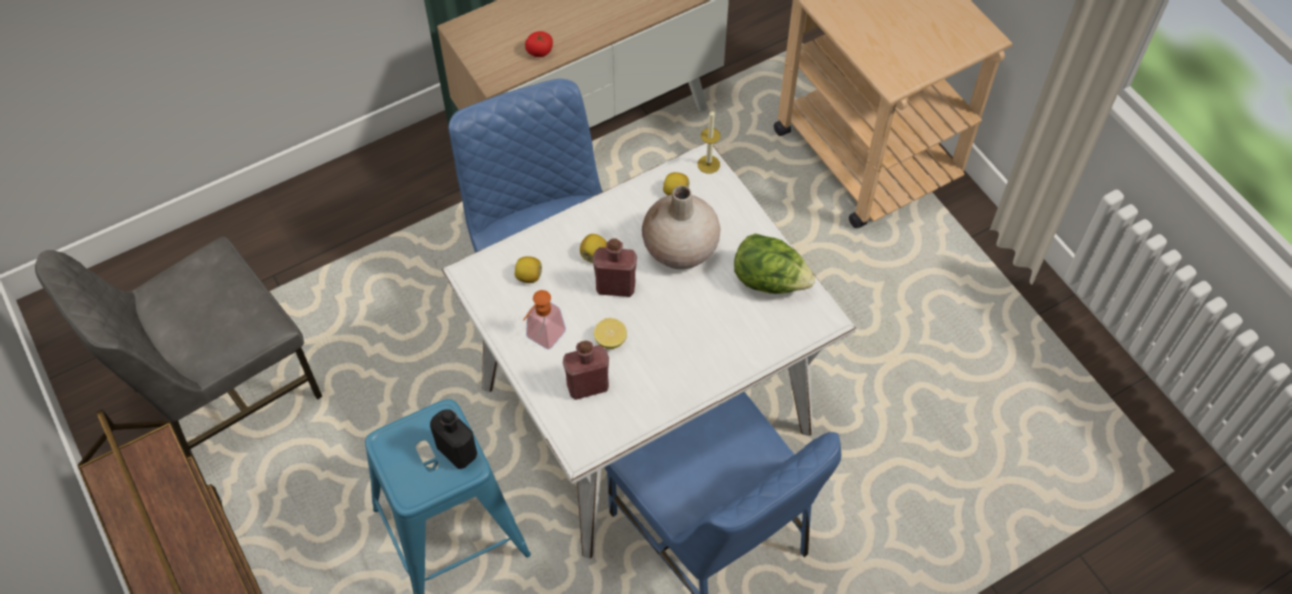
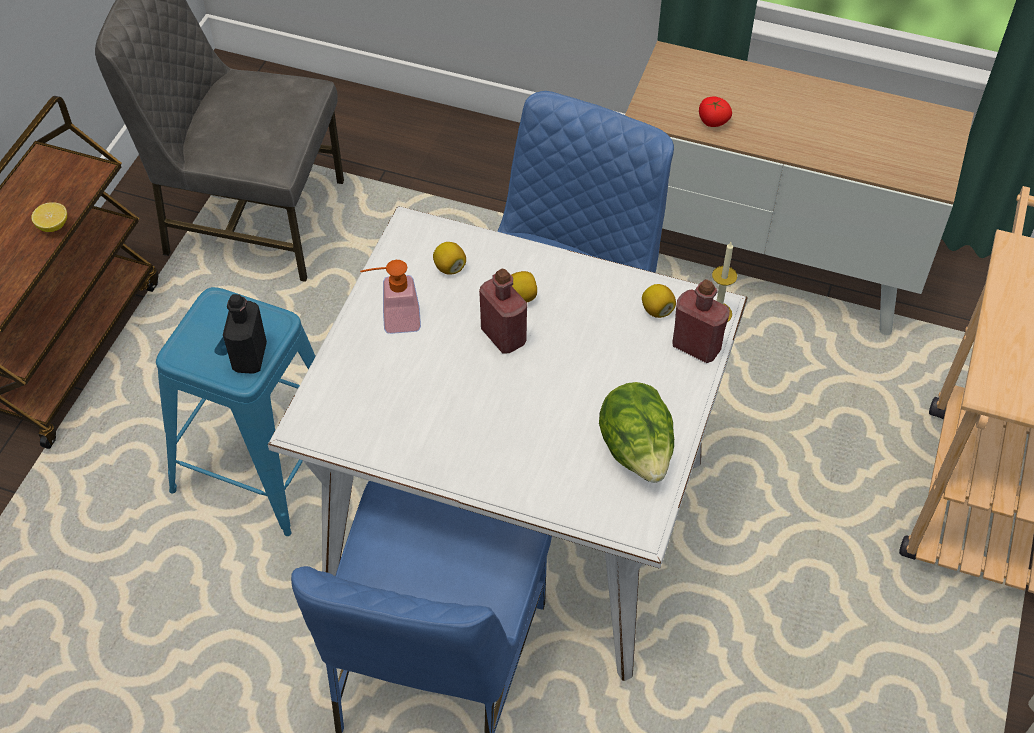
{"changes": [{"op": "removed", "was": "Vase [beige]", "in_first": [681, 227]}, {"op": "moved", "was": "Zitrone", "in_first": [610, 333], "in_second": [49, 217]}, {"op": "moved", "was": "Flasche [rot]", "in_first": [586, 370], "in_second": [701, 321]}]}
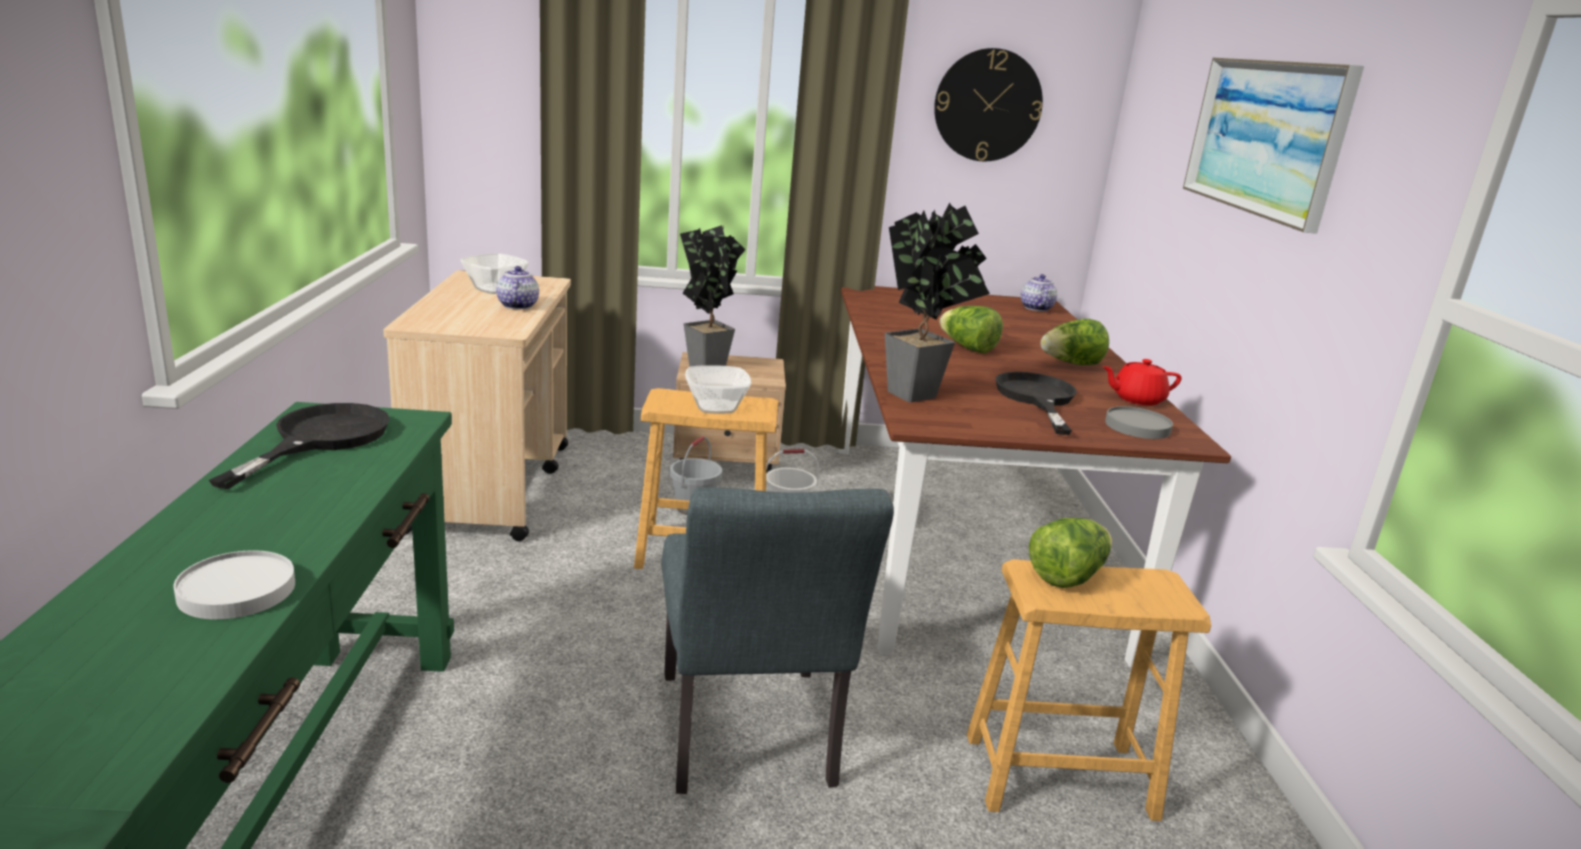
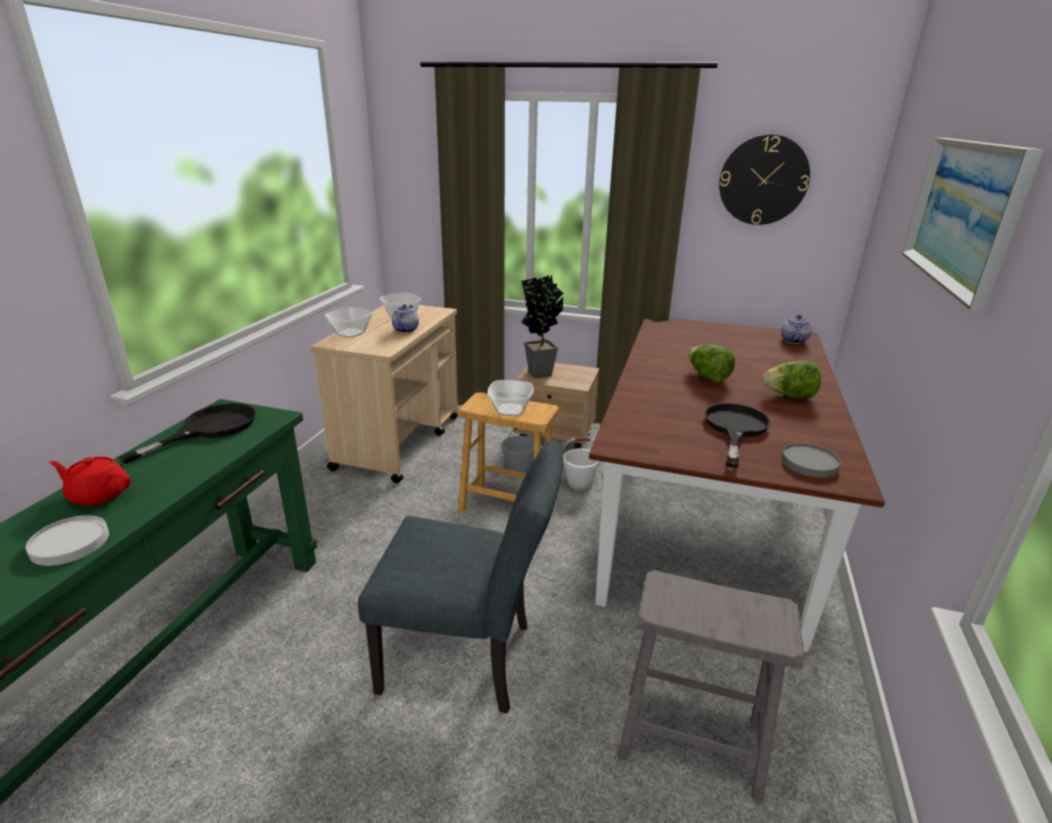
{"changes": [{"op": "removed", "was": "Topfpflanze", "in_first": [937, 302]}, {"op": "moved", "was": "Teekanne [rot]", "in_first": [1142, 382], "in_second": [90, 481]}, {"op": "turned", "was": "Stuhl [grau]", "in_first": [778, 640], "in_second": [460, 577], "clockwise": -90}, {"op": "removed", "was": "Salatkopf", "in_first": [1070, 553]}, {"op": "recoloured", "was": "Hocker [braun]", "now": "Hocker [grau]", "in_first": [1089, 690], "in_second": [710, 686]}, {"op": "added", "now": "Schüssel", "in_second": [348, 322]}]}
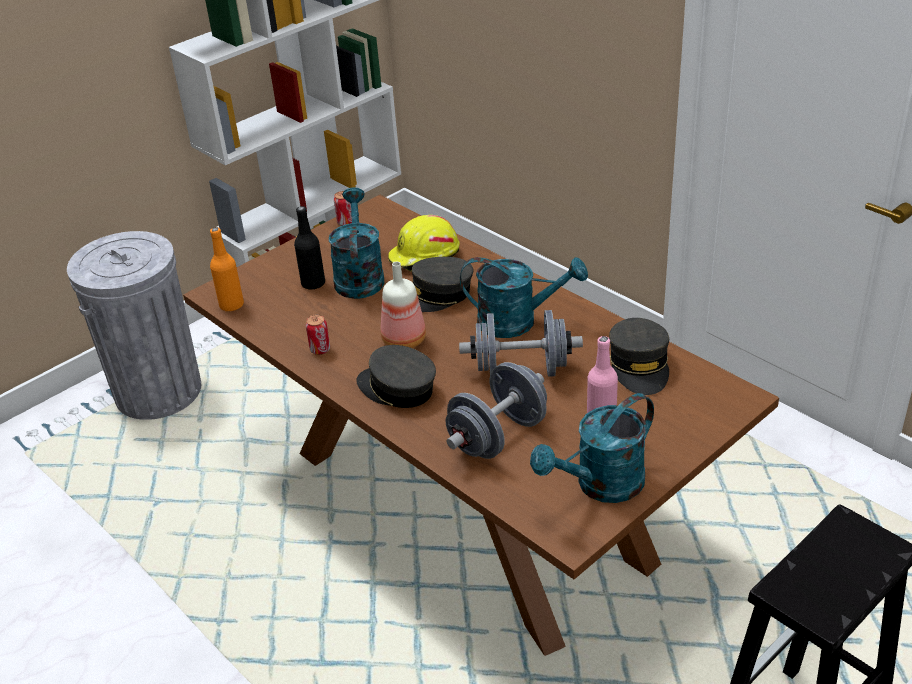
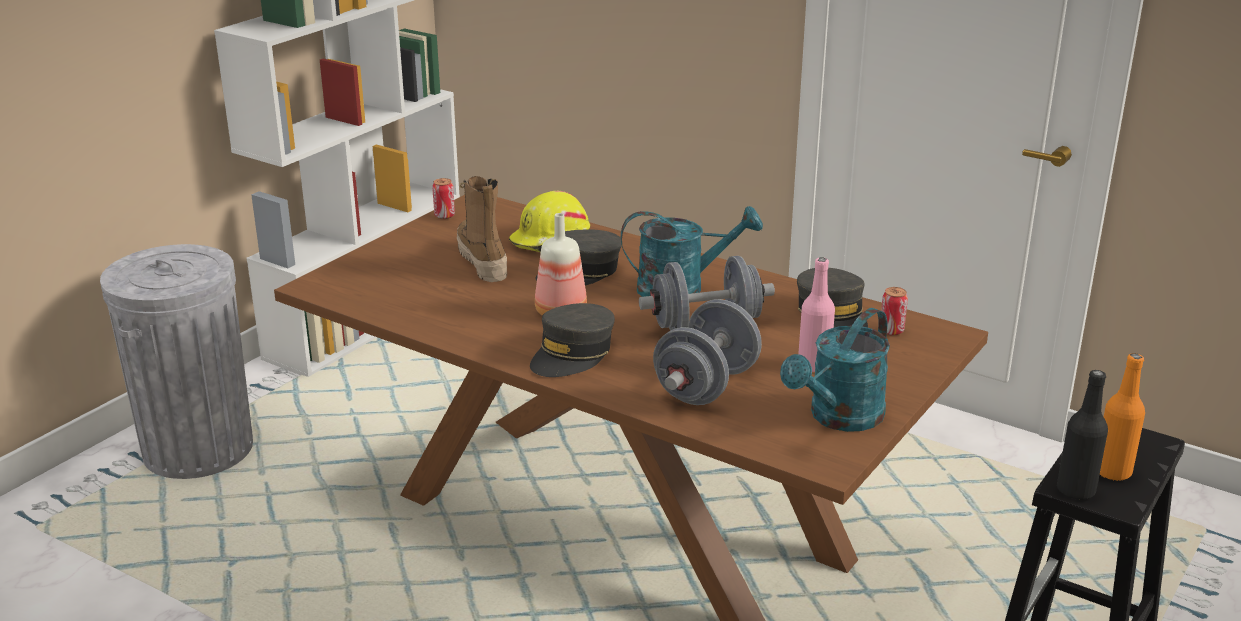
{"changes": [{"op": "replaced", "was": "Gießkanne [türkis]", "now": "Stiefel", "in_first": [356, 243], "in_second": [482, 229]}, {"op": "moved", "was": "Flasche [schwarz]", "in_first": [309, 247], "in_second": [1082, 435]}, {"op": "moved", "was": "Flasche [orange]", "in_first": [227, 269], "in_second": [1122, 417]}, {"op": "moved", "was": "Dose", "in_first": [318, 334], "in_second": [894, 311]}, {"op": "turned", "was": "Kappe [grau]", "in_first": [396, 376], "in_second": [572, 340], "clockwise": -75}]}
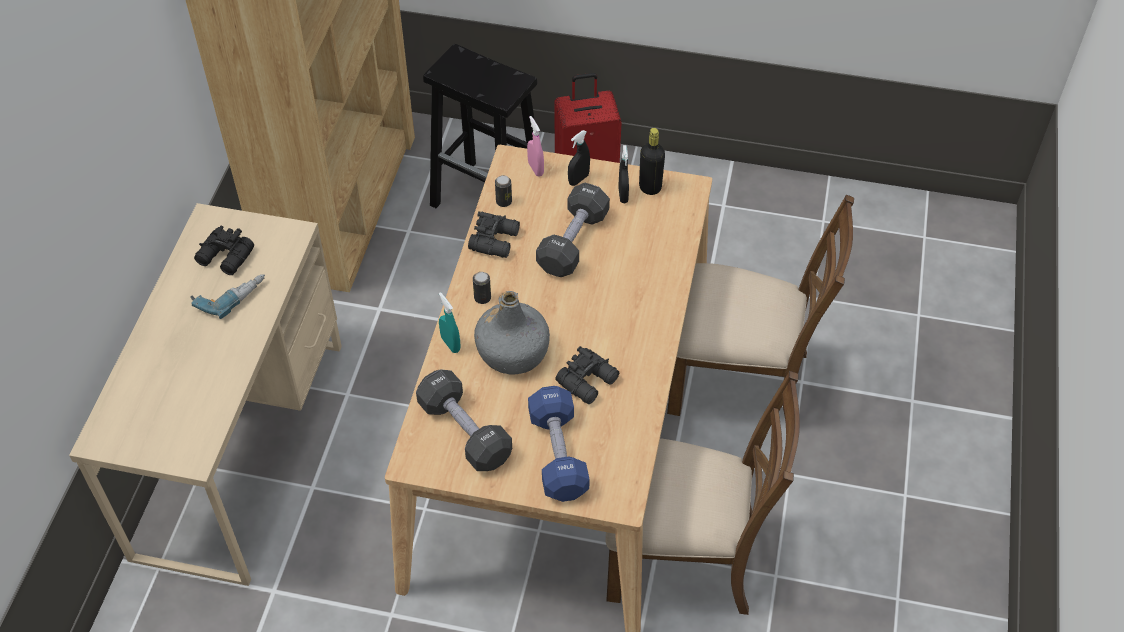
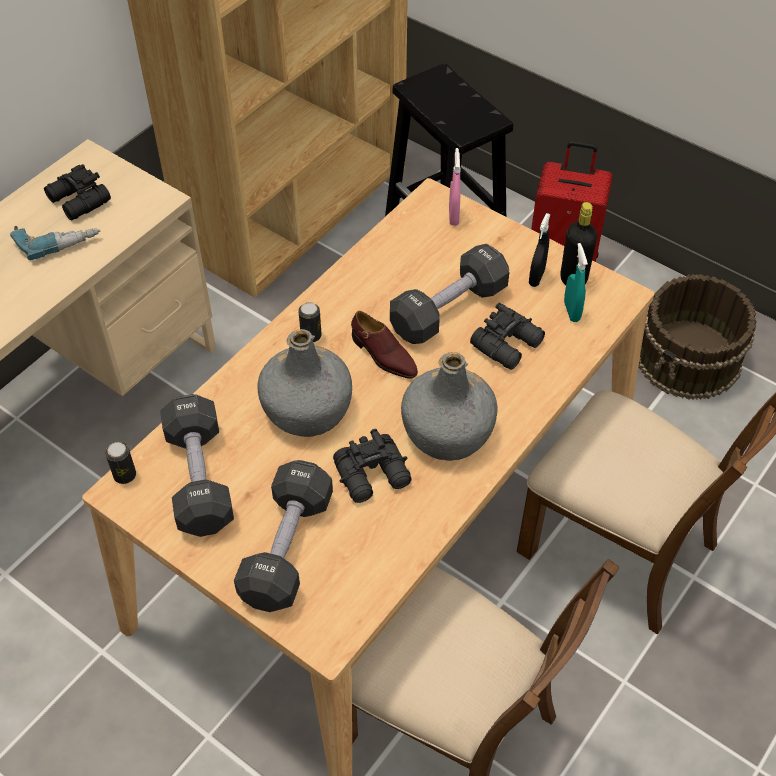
{"changes": [{"op": "removed", "was": "Sprühflasche [schwarz]", "in_first": [579, 158]}, {"op": "moved", "was": "Dose", "in_first": [503, 191], "in_second": [120, 463]}, {"op": "moved", "was": "Fernglas [schwarz]", "in_first": [494, 234], "in_second": [507, 336]}, {"op": "moved", "was": "Sprühflasche [türkis]", "in_first": [450, 322], "in_second": [576, 282]}, {"op": "recoloured", "was": "Hantel [blau]", "now": "Hantel [schwarz]", "in_first": [559, 444], "in_second": [283, 536]}, {"op": "added", "now": "Eimer [braun]", "in_second": [697, 337]}, {"op": "added", "now": "Schuh [braun]", "in_second": [384, 345]}, {"op": "added", "now": "Flasche [grau]", "in_second": [449, 406]}]}
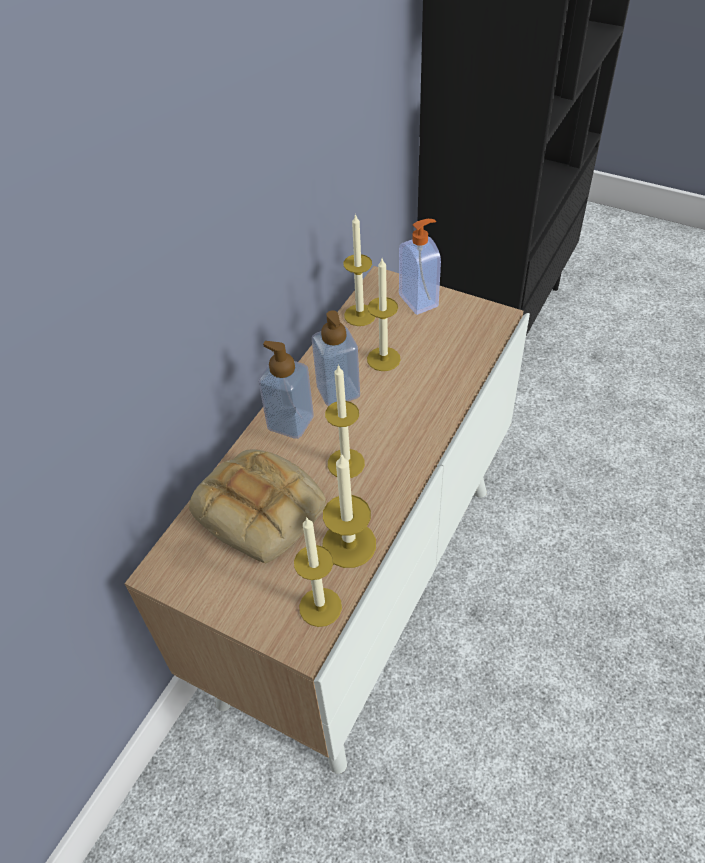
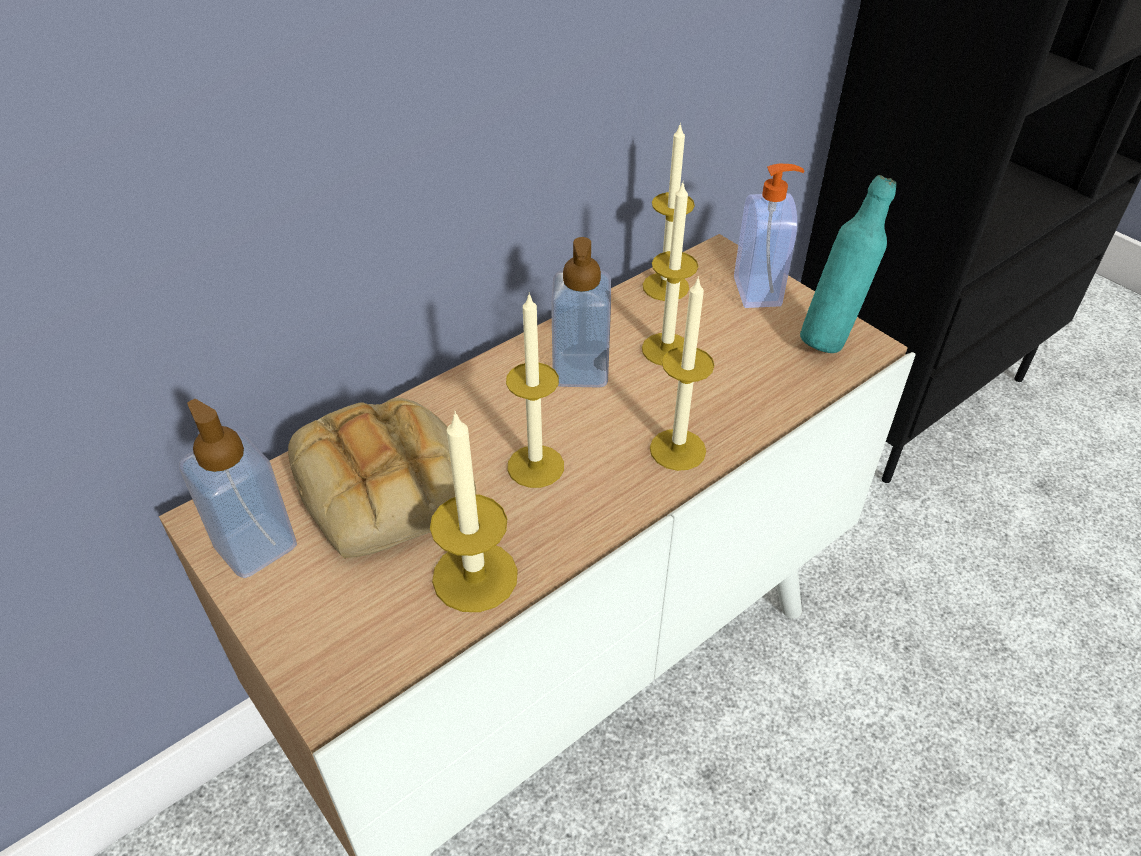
{"changes": [{"op": "moved", "was": "Seifenspender", "in_first": [286, 390], "in_second": [238, 488]}, {"op": "moved", "was": "Kerze", "in_first": [318, 572], "in_second": [682, 373]}, {"op": "added", "now": "Flasche [türkis]", "in_second": [848, 264]}]}
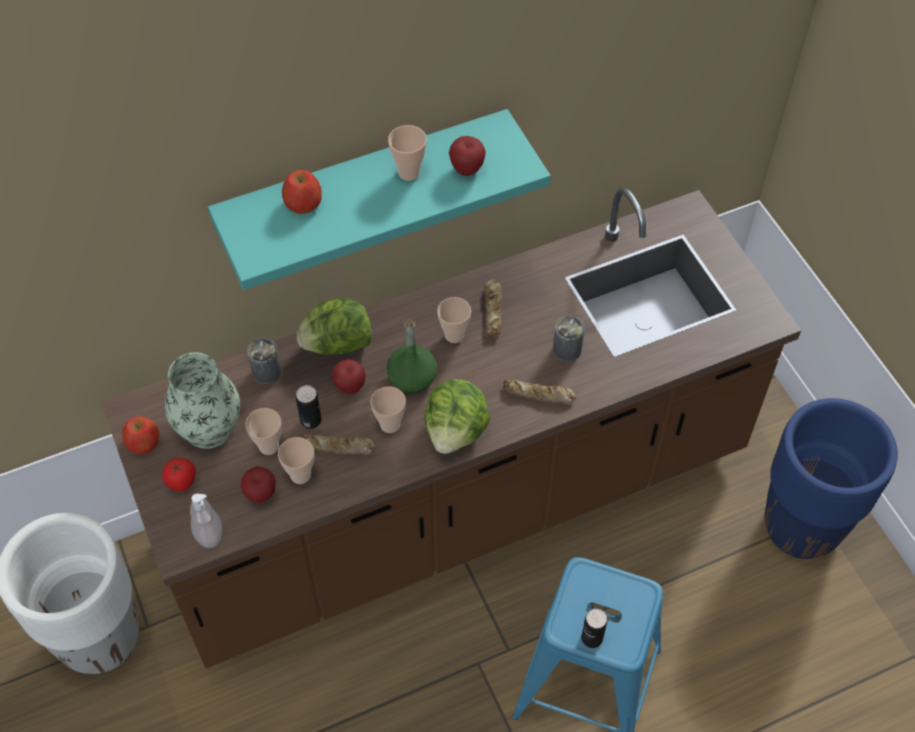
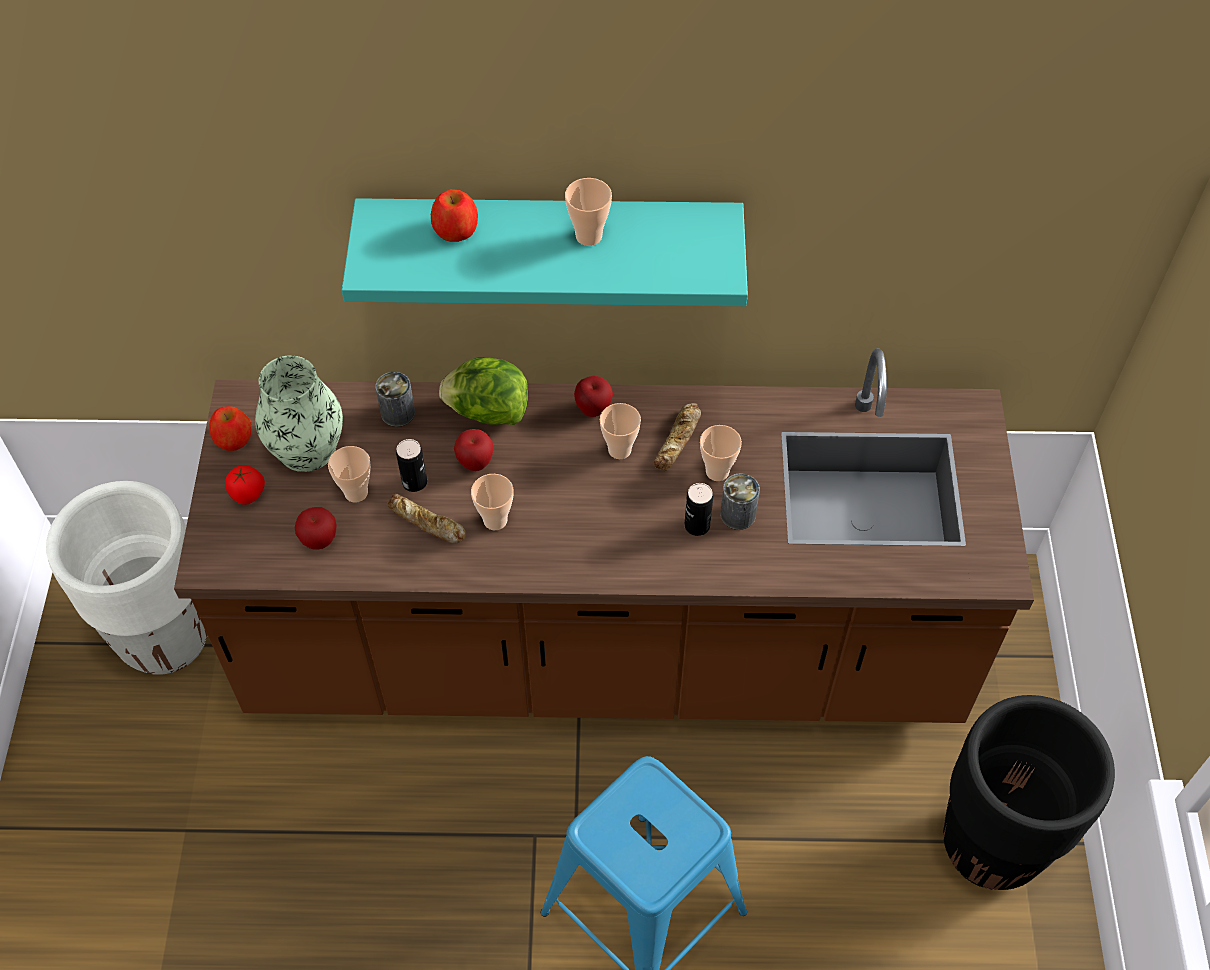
{"changes": [{"op": "moved", "was": "Apfel", "in_first": [467, 156], "in_second": [593, 396]}, {"op": "removed", "was": "Flasche [grün]", "in_first": [411, 356]}, {"op": "removed", "was": "Salatkopf", "in_first": [457, 416]}, {"op": "removed", "was": "Brot", "in_first": [539, 392]}, {"op": "recoloured", "was": "Pflanzkübel [blau]", "now": "Pflanzkübel [schwarz]", "in_first": [831, 478], "in_second": [1029, 792]}, {"op": "moved", "was": "Tasse", "in_first": [296, 460], "in_second": [721, 453]}, {"op": "removed", "was": "Seifenspender", "in_first": [206, 521]}, {"op": "moved", "was": "Dose", "in_first": [594, 628], "in_second": [698, 509]}]}
